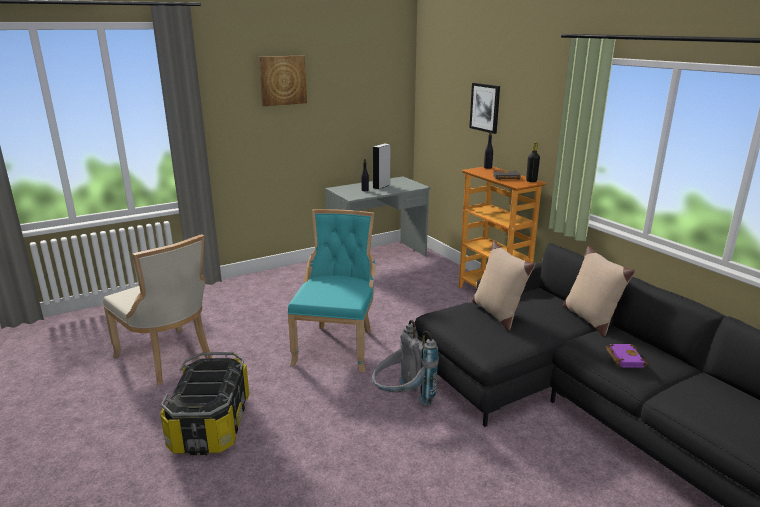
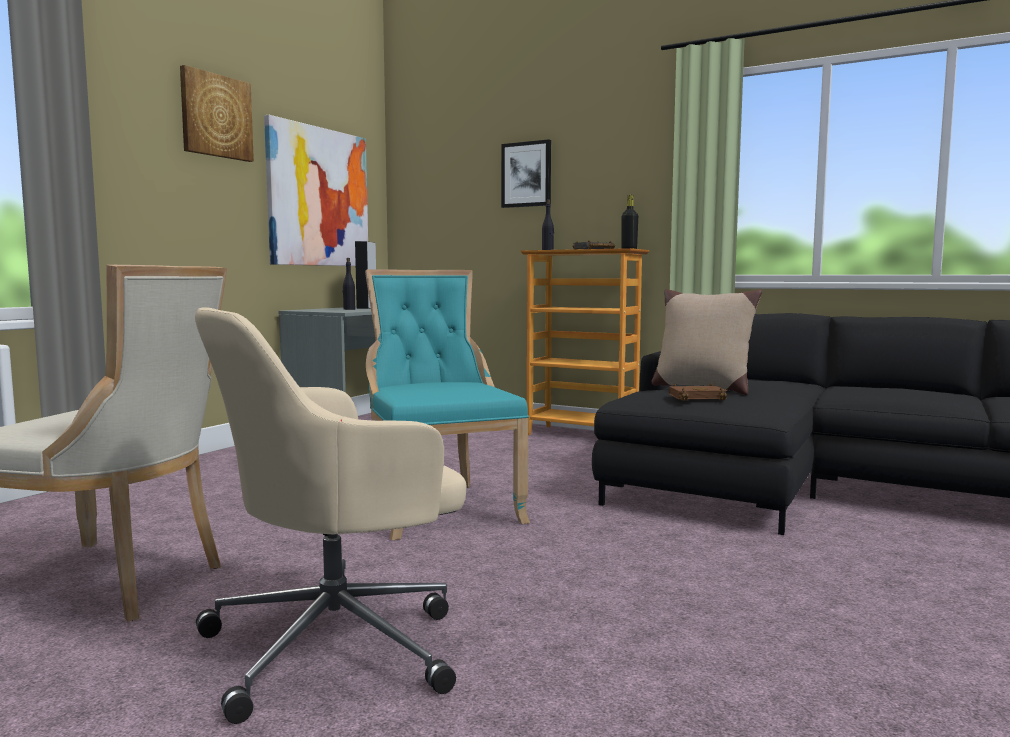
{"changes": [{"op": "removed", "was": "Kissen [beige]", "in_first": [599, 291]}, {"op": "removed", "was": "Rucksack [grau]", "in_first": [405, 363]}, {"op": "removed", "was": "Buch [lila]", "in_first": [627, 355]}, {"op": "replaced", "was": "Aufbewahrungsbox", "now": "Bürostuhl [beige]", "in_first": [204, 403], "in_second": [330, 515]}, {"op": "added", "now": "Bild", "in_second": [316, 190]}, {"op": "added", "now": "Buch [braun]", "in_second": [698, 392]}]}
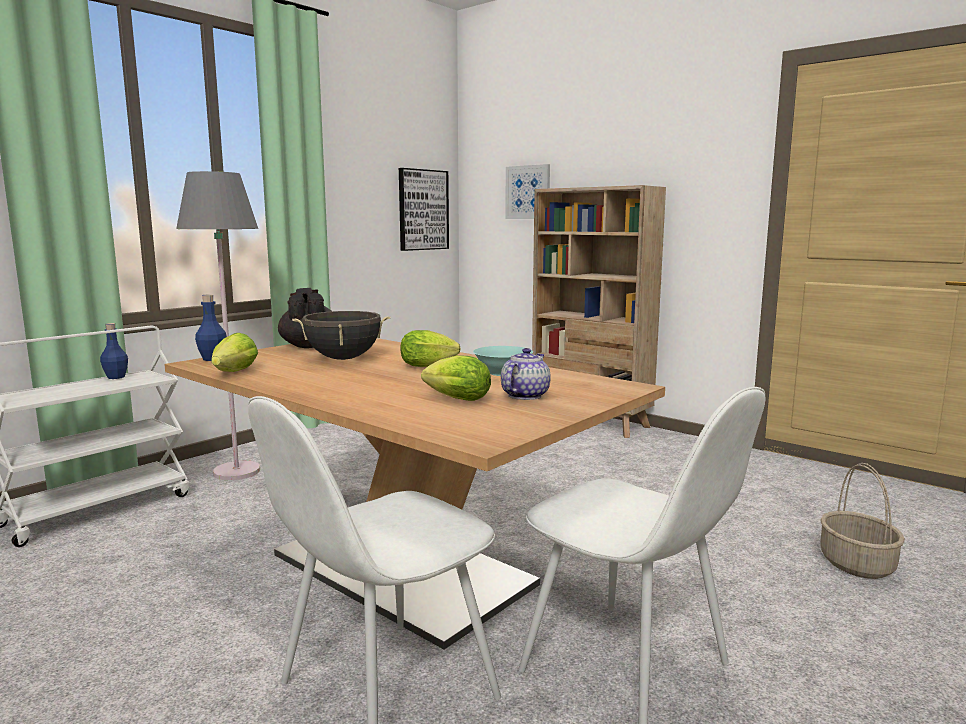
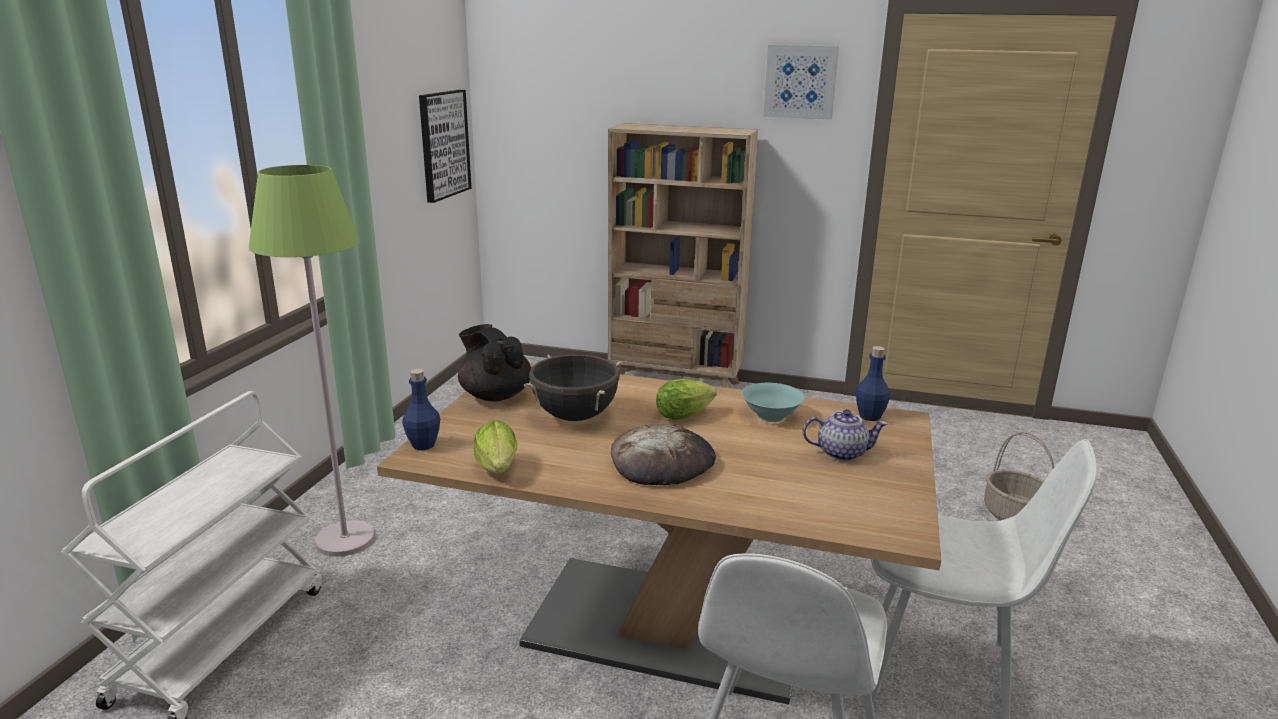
{"changes": [{"op": "moved", "was": "Bild", "in_first": [527, 191], "in_second": [801, 82]}, {"op": "recoloured", "was": "Stehlampe [grau]", "now": "Stehlampe [grün]", "in_first": [218, 325], "in_second": [312, 361]}, {"op": "moved", "was": "Flasche [blau]", "in_first": [114, 351], "in_second": [873, 383]}, {"op": "turned", "was": "Teekanne", "in_first": [526, 374], "in_second": [845, 435], "clockwise": 90}, {"op": "removed", "was": "Salatkopf", "in_first": [456, 378]}, {"op": "added", "now": "Brot", "in_second": [663, 454]}]}
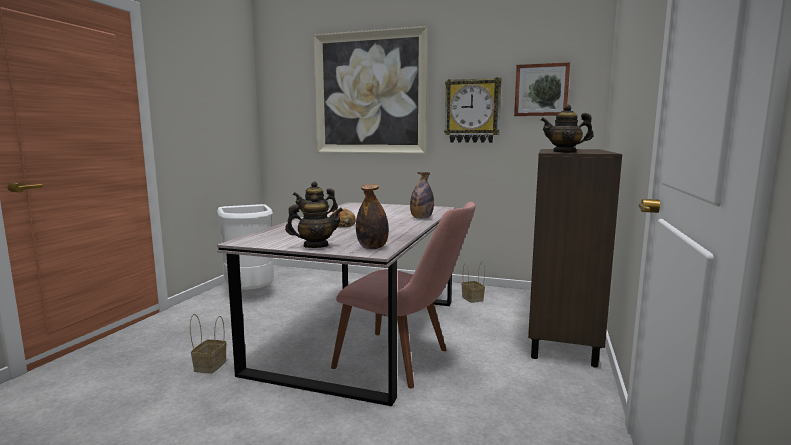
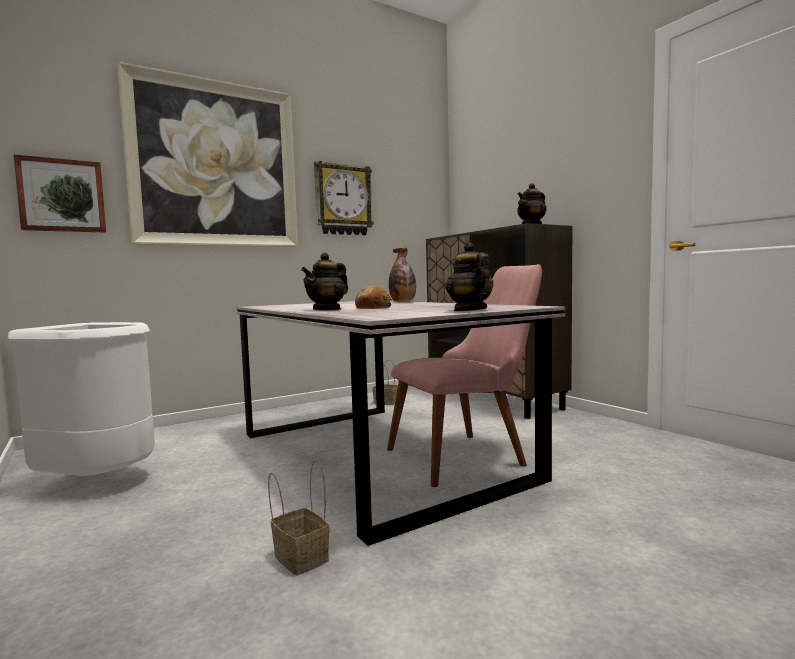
{"changes": [{"op": "moved", "was": "Bild", "in_first": [542, 89], "in_second": [60, 193]}, {"op": "removed", "was": "Flasche", "in_first": [372, 216]}, {"op": "turned", "was": "Teekanne", "in_first": [314, 221], "in_second": [469, 276], "clockwise": -45}]}
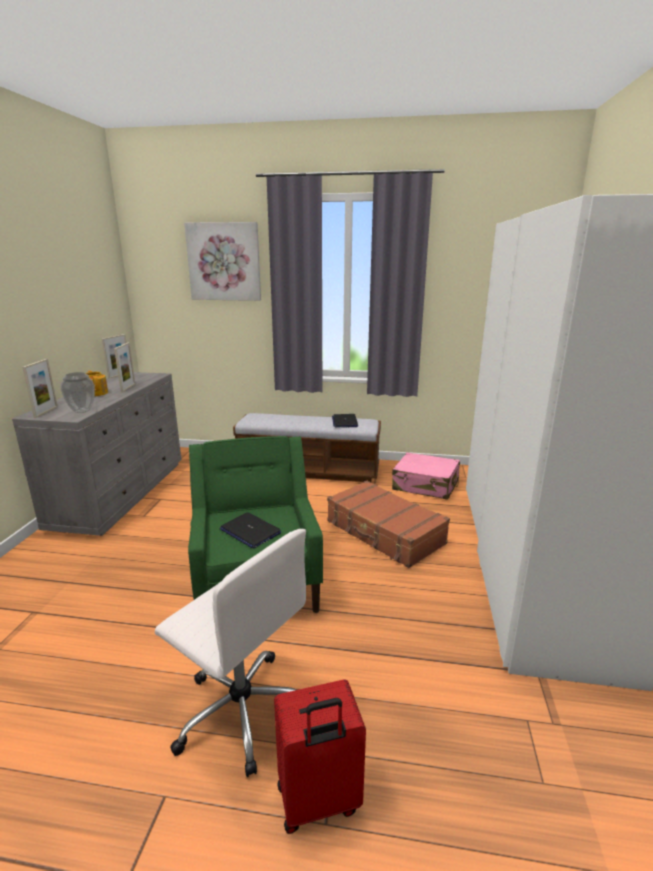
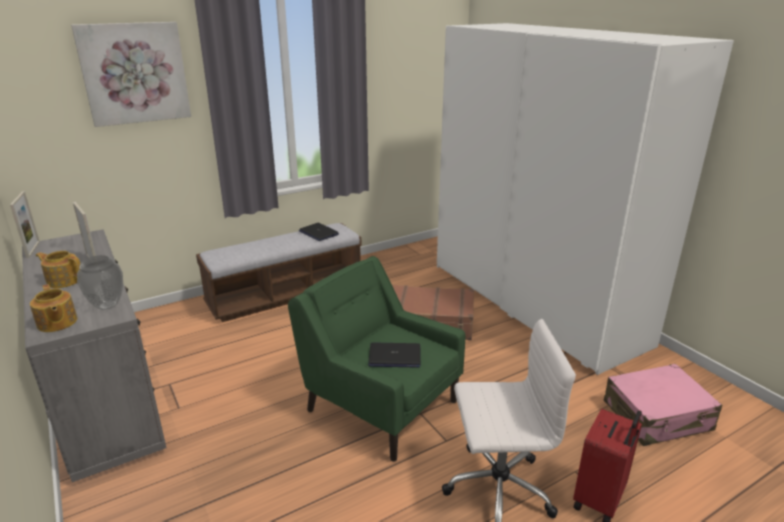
{"changes": [{"op": "replaced", "was": "Bilderrahmen", "now": "Teekanne", "in_first": [40, 388], "in_second": [53, 308]}, {"op": "moved", "was": "Koffer [rosa]", "in_first": [426, 476], "in_second": [663, 405]}]}
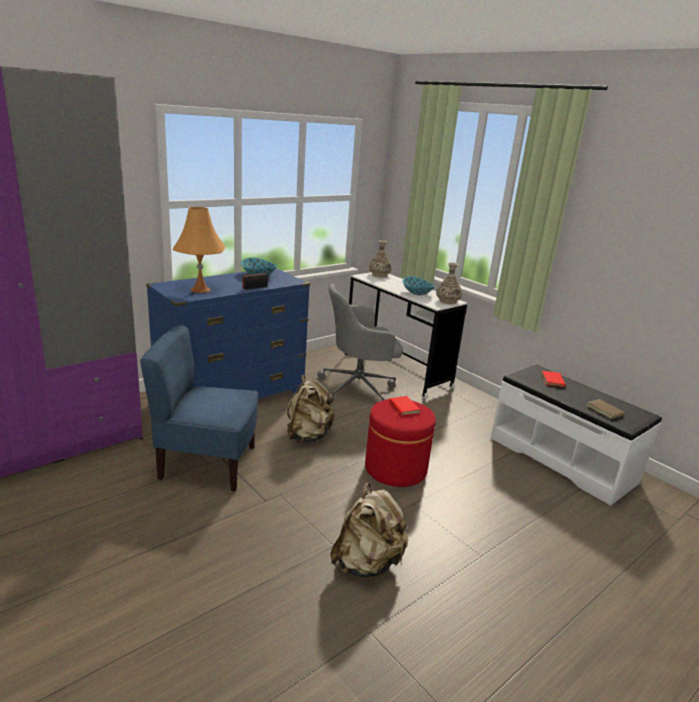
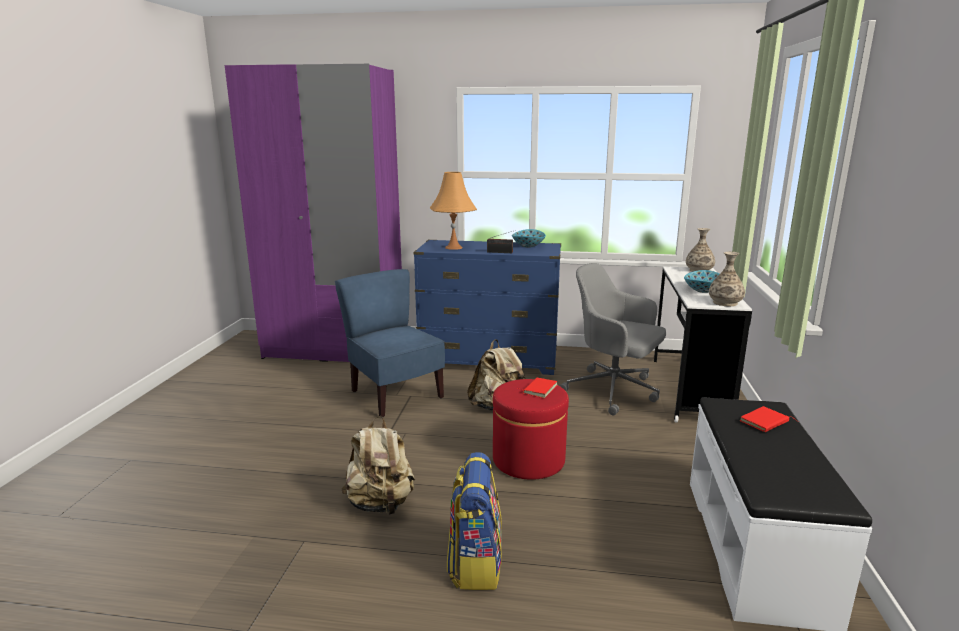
{"changes": [{"op": "removed", "was": "Buch [braun]", "in_first": [605, 408]}, {"op": "added", "now": "Rucksack", "in_second": [474, 521]}]}
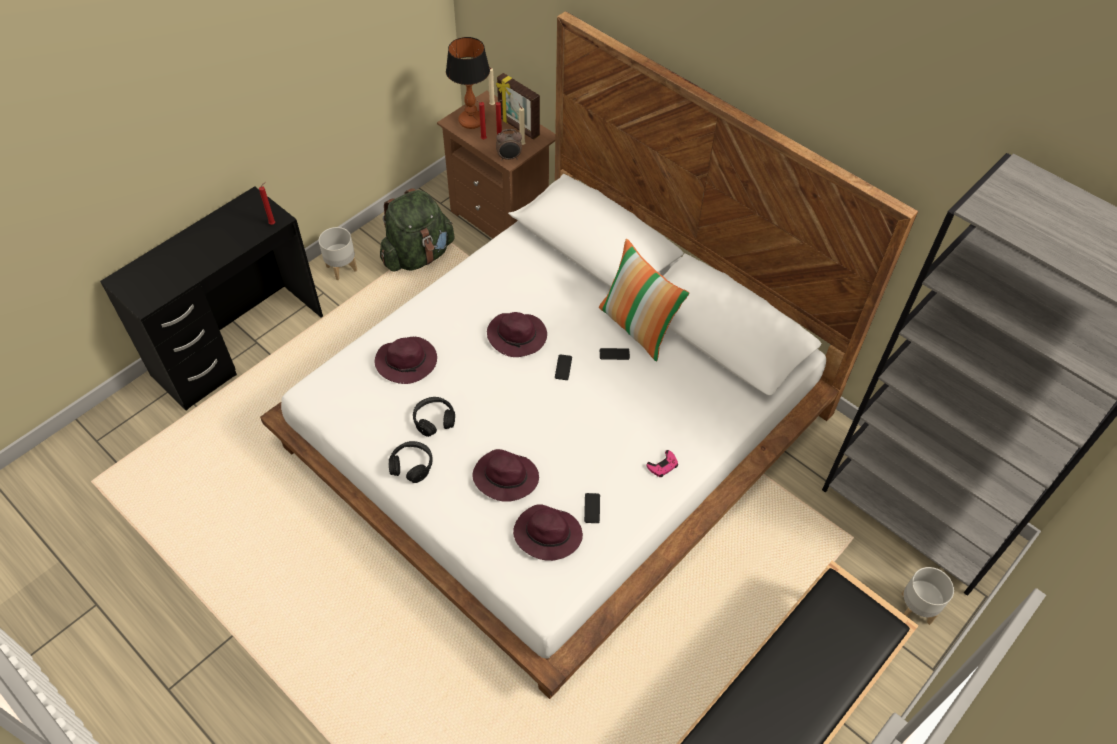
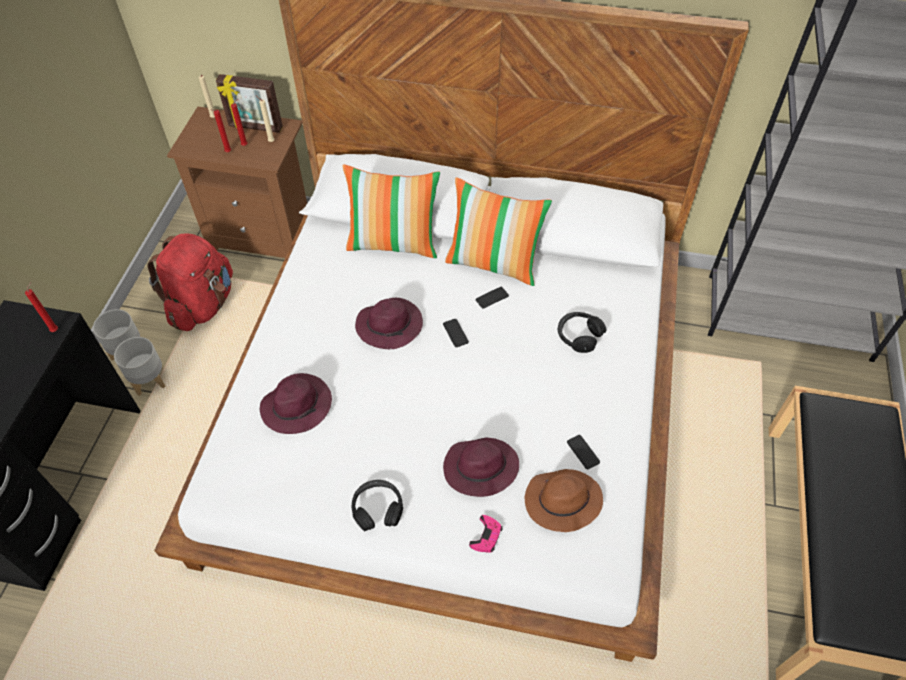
{"changes": [{"op": "removed", "was": "Tischlampe", "in_first": [468, 83]}, {"op": "removed", "was": "Wecker", "in_first": [509, 145]}, {"op": "recoloured", "was": "Rucksack [grün]", "now": "Rucksack [rot]", "in_first": [417, 230], "in_second": [190, 282]}, {"op": "moved", "was": "Kopfhörer [schwarz]", "in_first": [434, 417], "in_second": [582, 332]}, {"op": "moved", "was": "Gamepad [rosa]", "in_first": [662, 463], "in_second": [485, 533]}, {"op": "recoloured", "was": "Hut [lila]", "now": "Hut [braun]", "in_first": [548, 532], "in_second": [564, 500]}, {"op": "moved", "was": "Pflanzkübel [grau]", "in_first": [927, 596], "in_second": [139, 366]}, {"op": "added", "now": "Kissen", "in_second": [391, 211]}]}
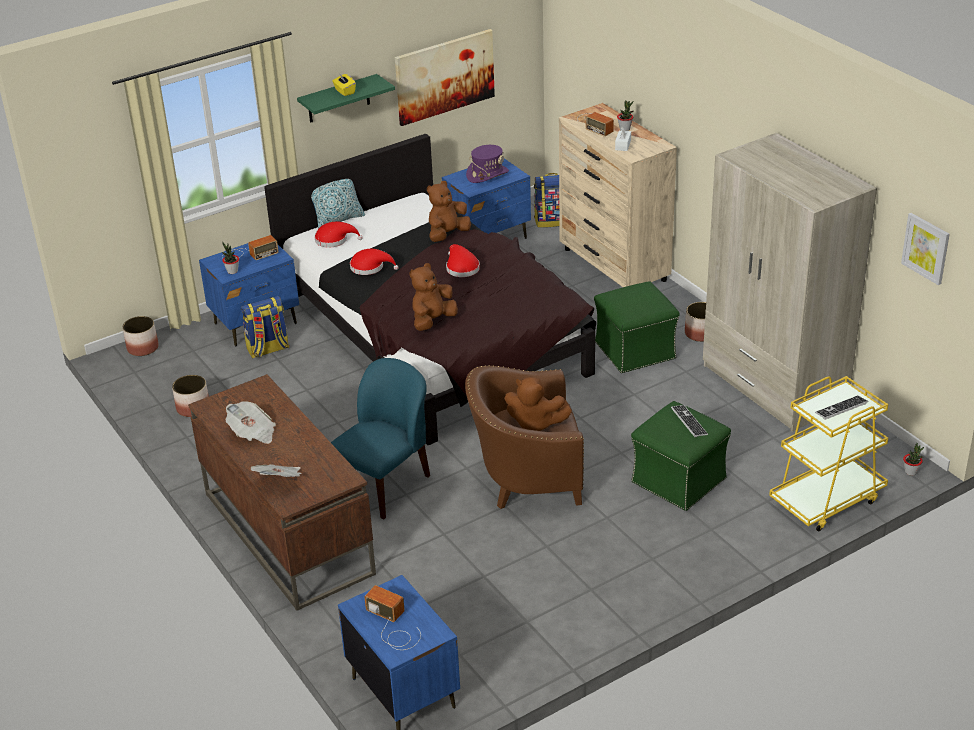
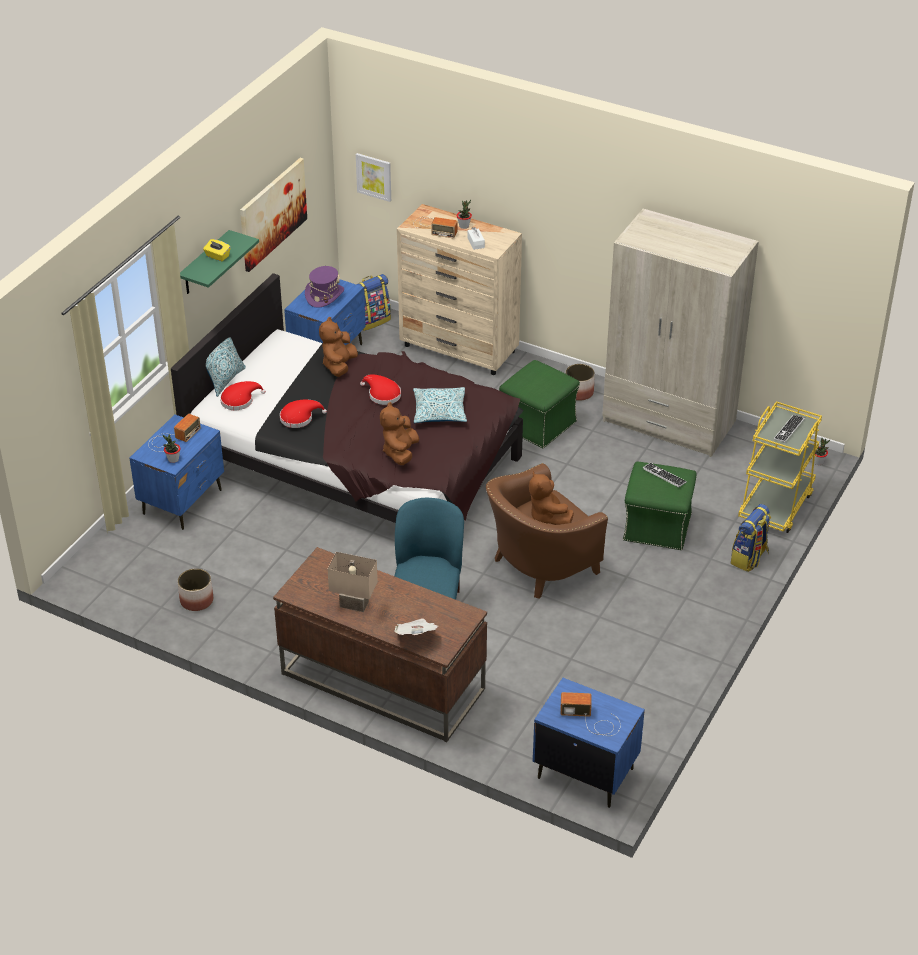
{"changes": [{"op": "moved", "was": "Bild", "in_first": [925, 249], "in_second": [373, 177]}, {"op": "moved", "was": "Rucksack", "in_first": [265, 327], "in_second": [750, 538]}, {"op": "removed", "was": "Pflanzkübel", "in_first": [140, 336]}, {"op": "turned", "was": "Plüschtier [braun]", "in_first": [538, 404], "in_second": [551, 498], "clockwise": 75}, {"op": "replaced", "was": "Zeitung", "now": "Tischlampe [beige]", "in_first": [251, 422], "in_second": [353, 582]}, {"op": "added", "now": "Kissen", "in_second": [440, 405]}]}
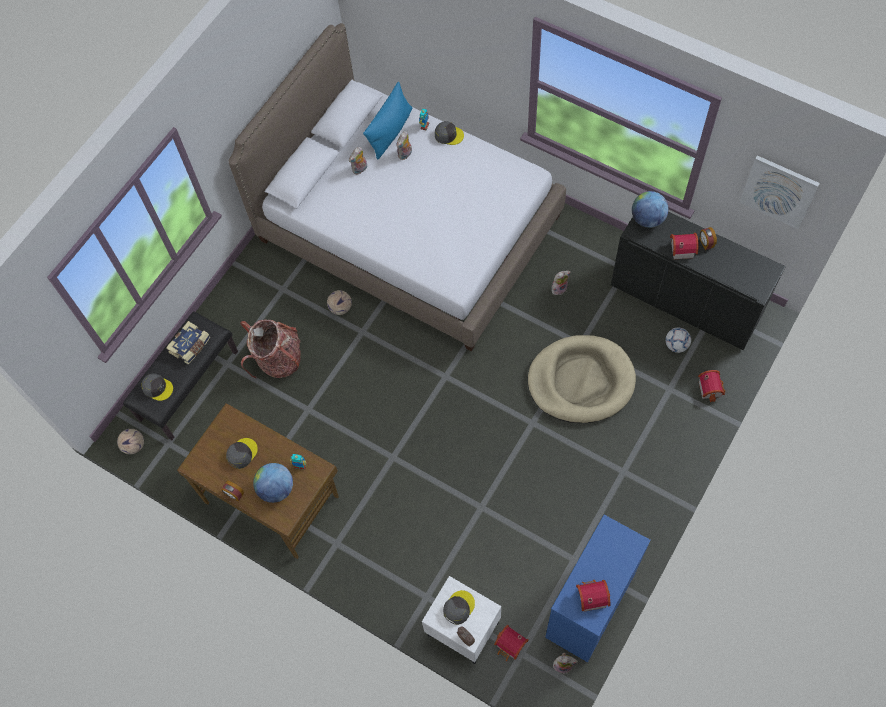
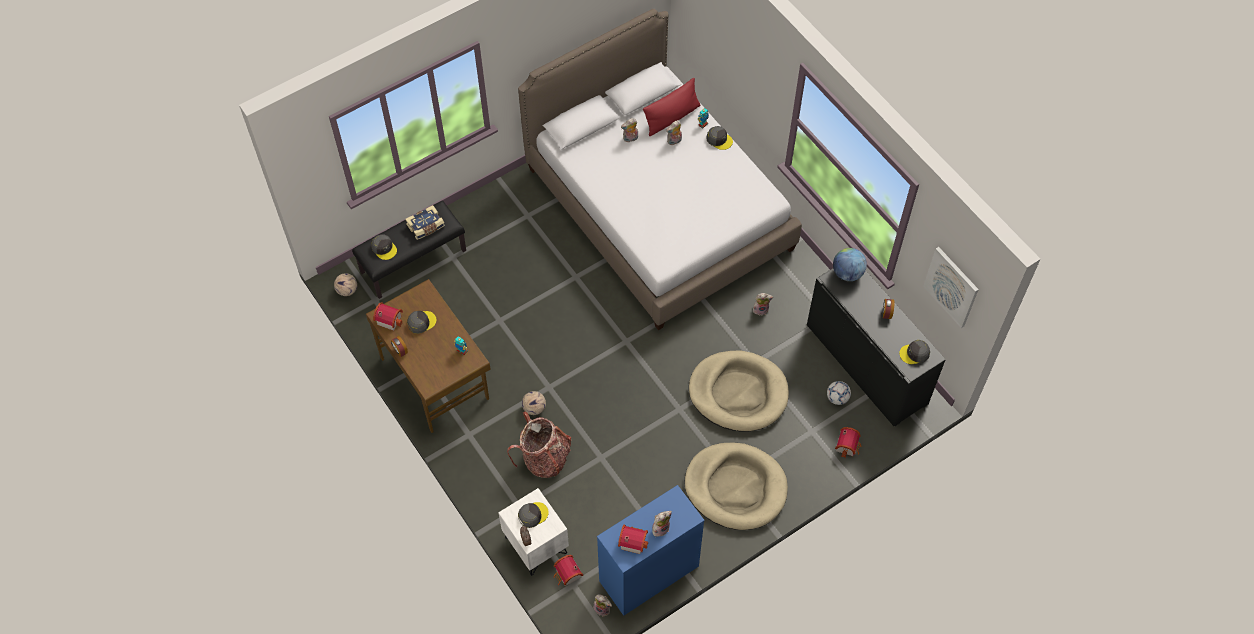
{"changes": [{"op": "recoloured", "was": "Kissen [blau]", "now": "Kissen [rot]", "in_first": [387, 120], "in_second": [671, 107]}, {"op": "moved", "was": "Spielzeughaus", "in_first": [684, 246], "in_second": [388, 316]}, {"op": "moved", "was": "Fußball", "in_first": [339, 302], "in_second": [534, 403]}, {"op": "moved", "was": "Rucksack", "in_first": [270, 349], "in_second": [539, 444]}, {"op": "removed", "was": "Globus", "in_first": [273, 483]}, {"op": "added", "now": "Kappe [grau]", "in_second": [914, 352]}, {"op": "added", "now": "Hundebett [beige]", "in_second": [736, 486]}, {"op": "added", "now": "Plüschtier", "in_second": [662, 524]}]}
